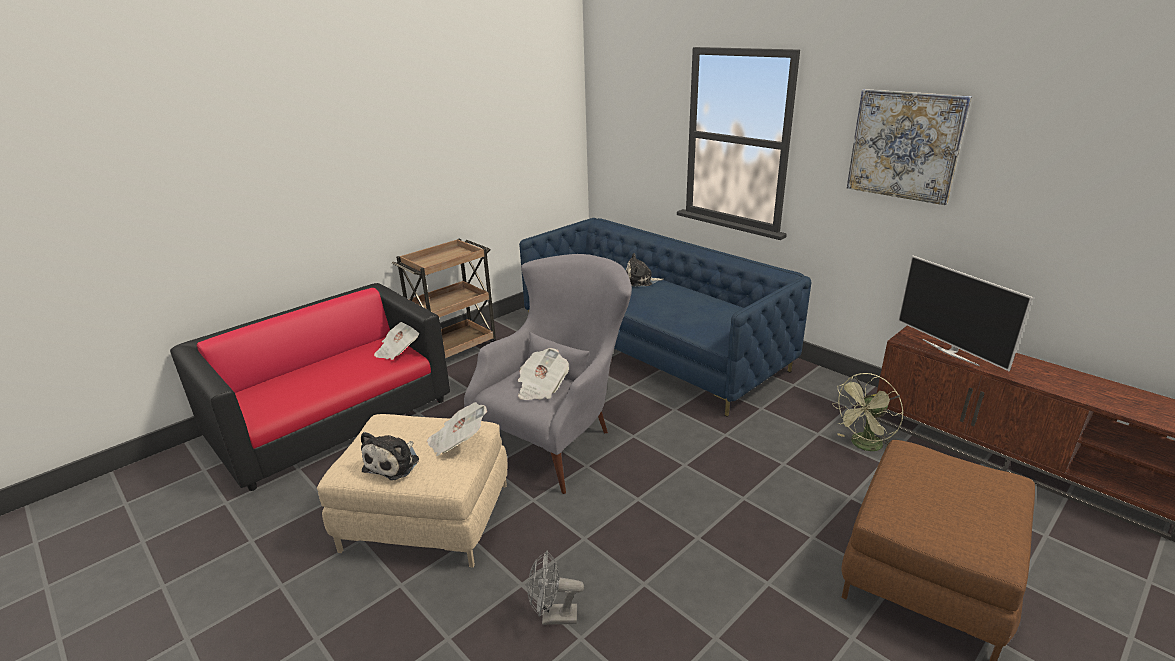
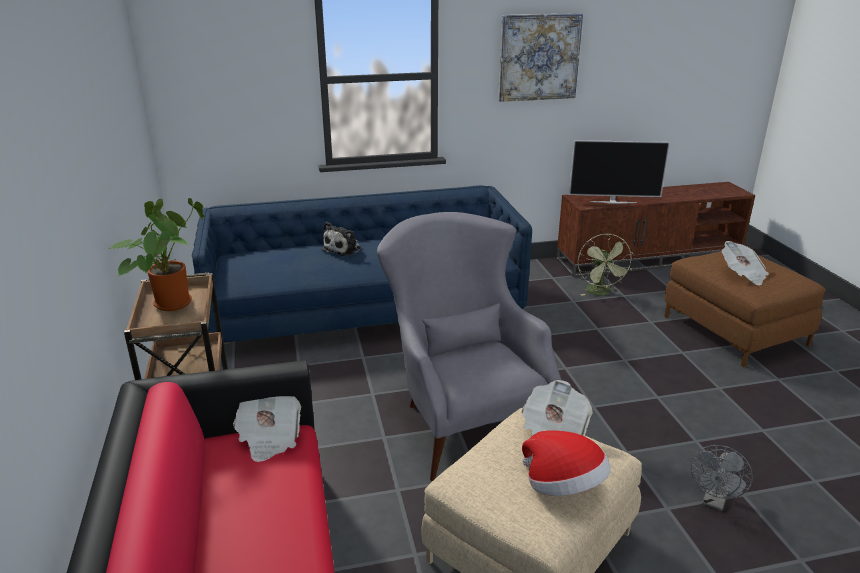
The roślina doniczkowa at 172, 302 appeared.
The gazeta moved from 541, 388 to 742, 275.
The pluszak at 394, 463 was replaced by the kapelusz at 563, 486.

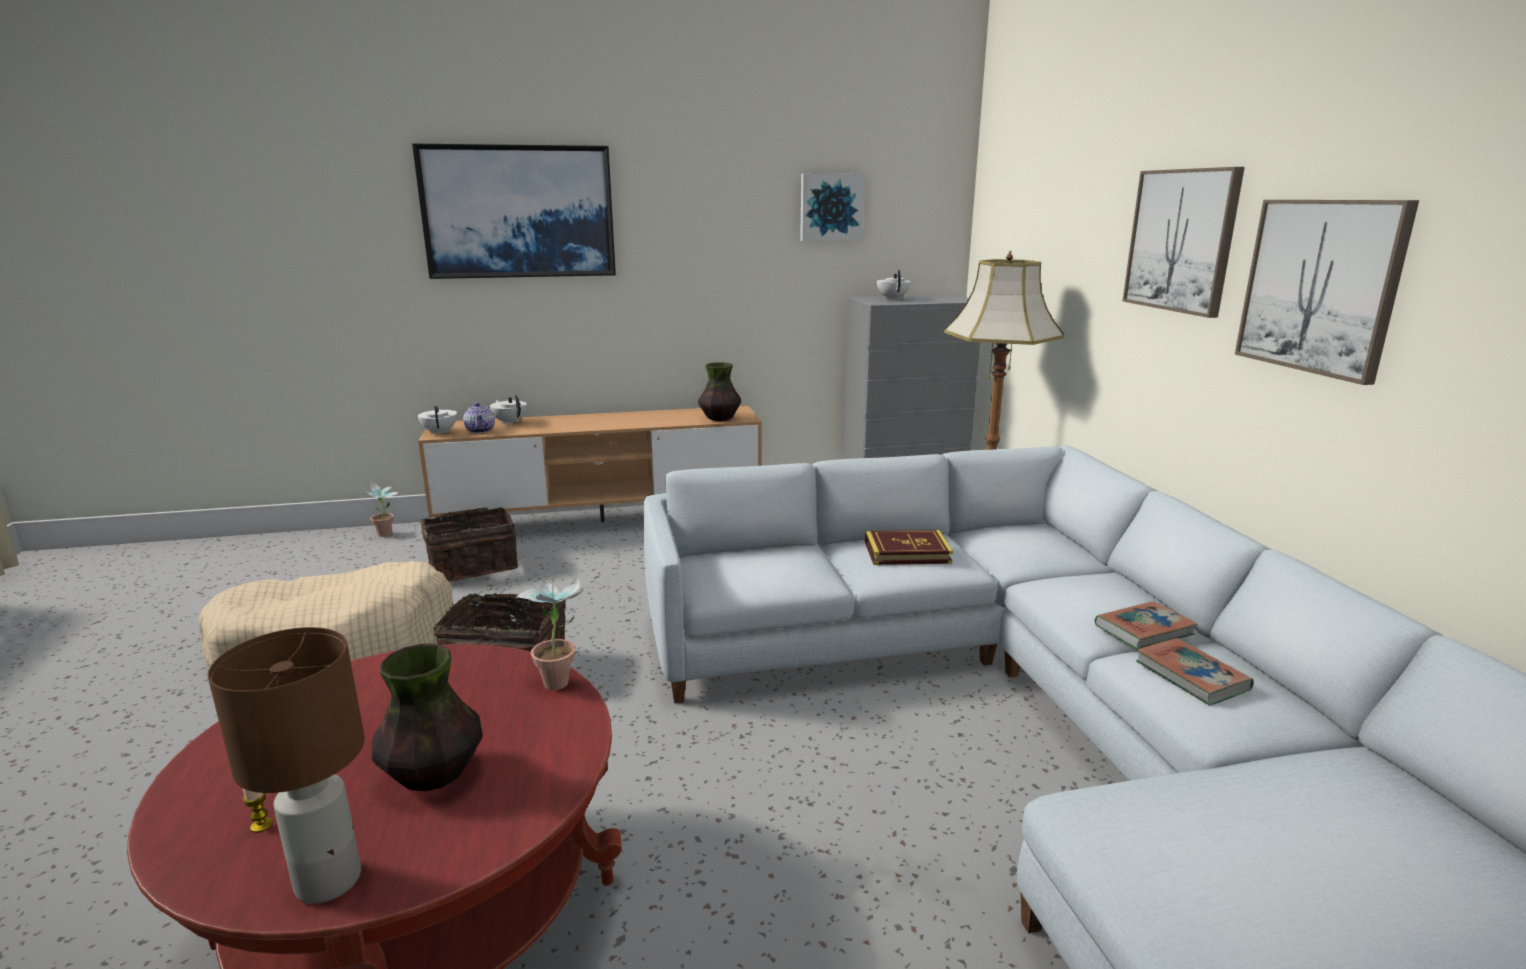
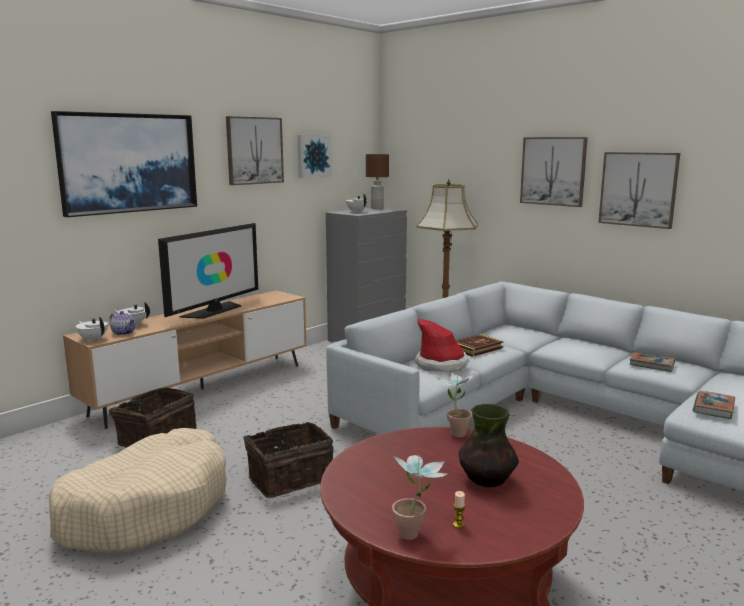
The wazon at 720, 419 disappeared.
The telewizor at 214, 310 appeared.
The obraz at 254, 150 appeared.
The kapelusz at 441, 364 appeared.
The lampa stołowa [brązowy] moved from 327, 880 to 376, 208.
The roślina doniczkowa moved from 386, 535 to 416, 534.
The książka moved from 1144, 630 to 713, 408.

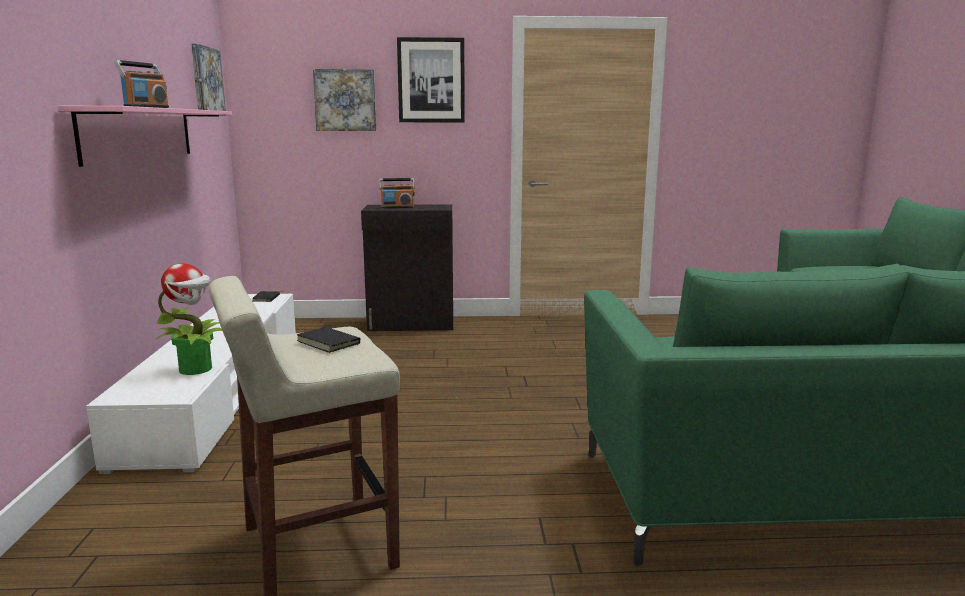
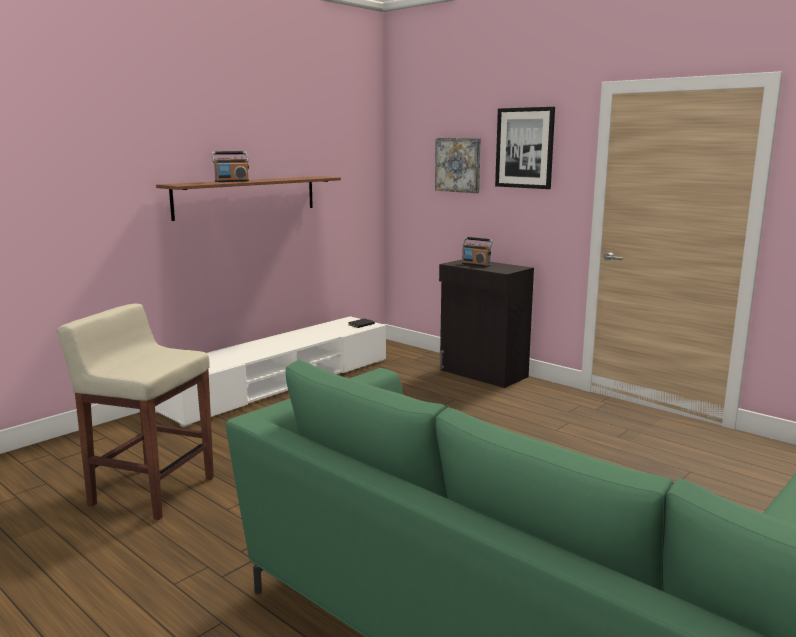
The roślina doniczkowa at 197, 369 disappeared.
The obraz at 206, 81 disappeared.
The książka [czarny] at 330, 342 disappeared.
The półka [różowy] at 140, 134 became the półka [brązowy] at 246, 197.

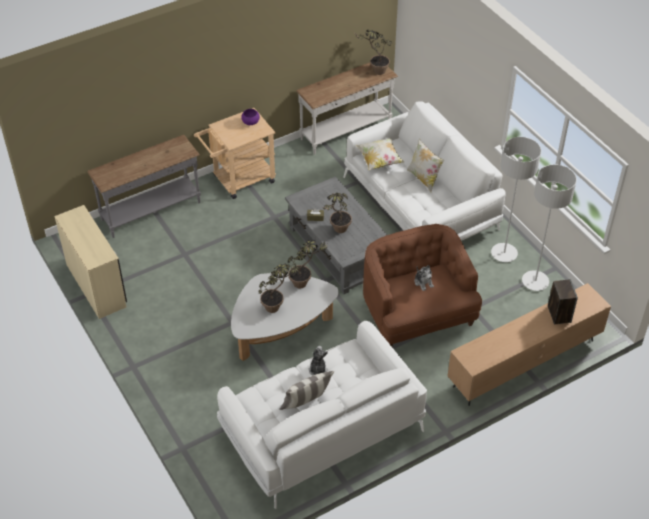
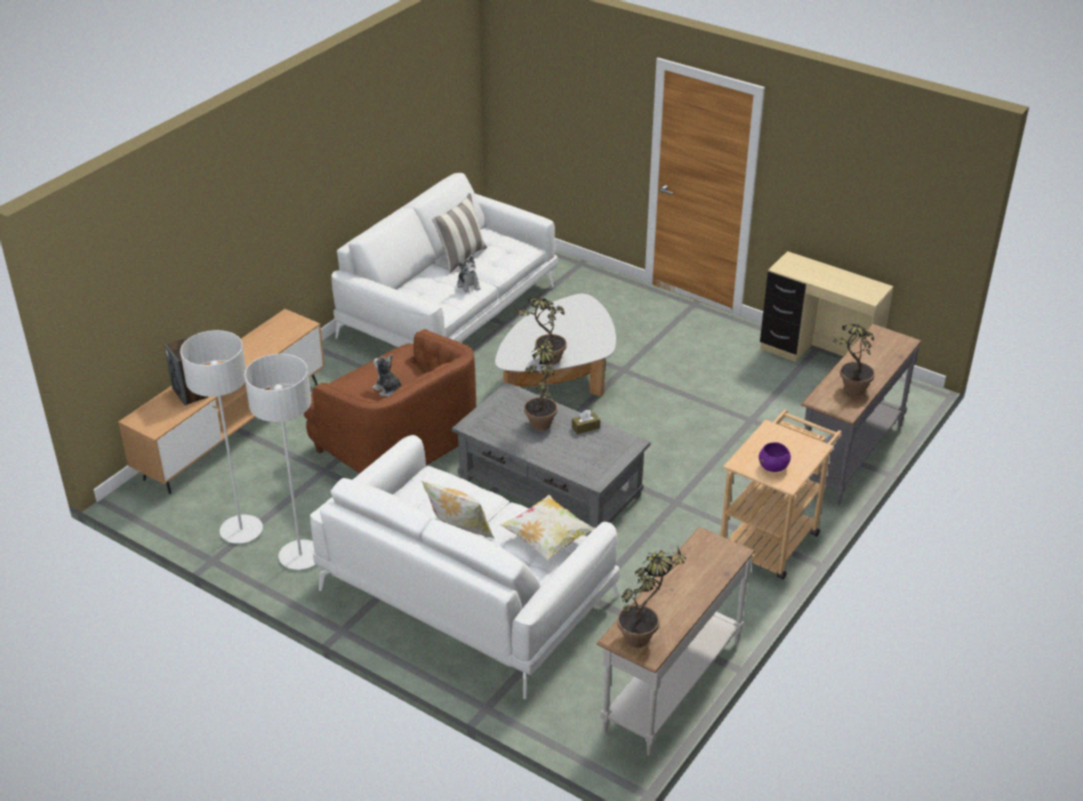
The roślina doniczkowa moved from 277, 306 to 849, 392.

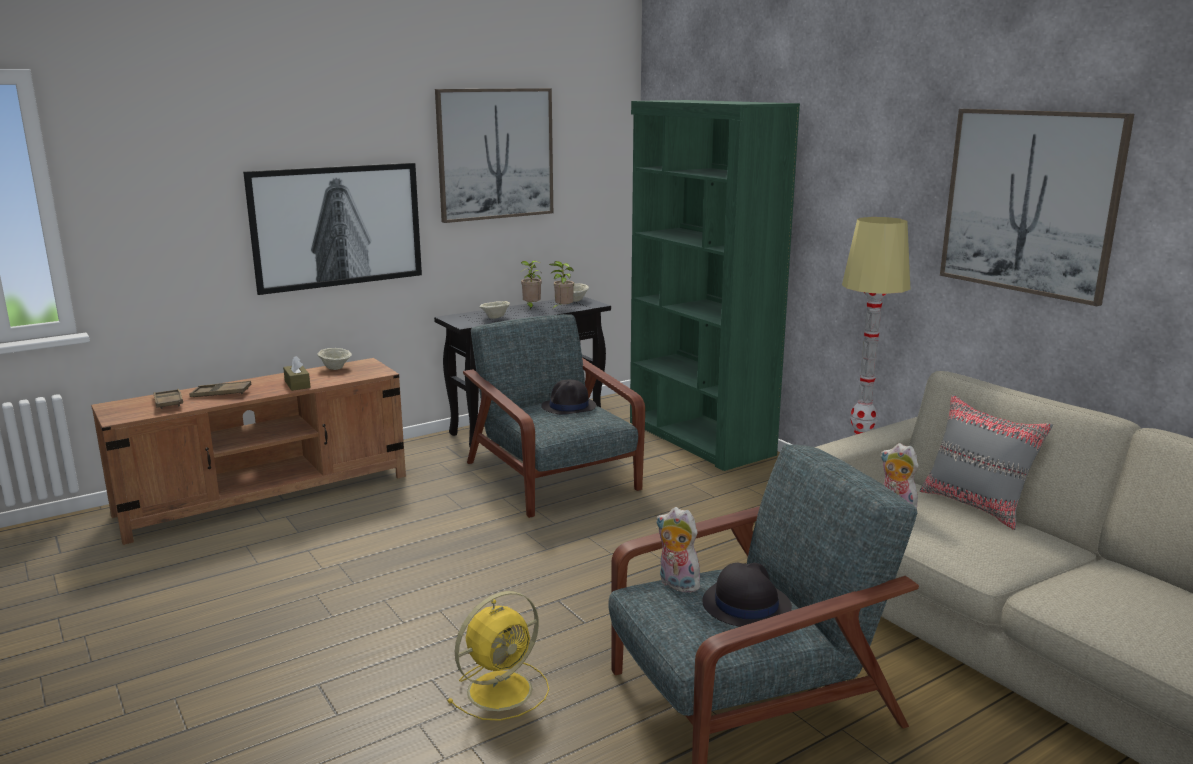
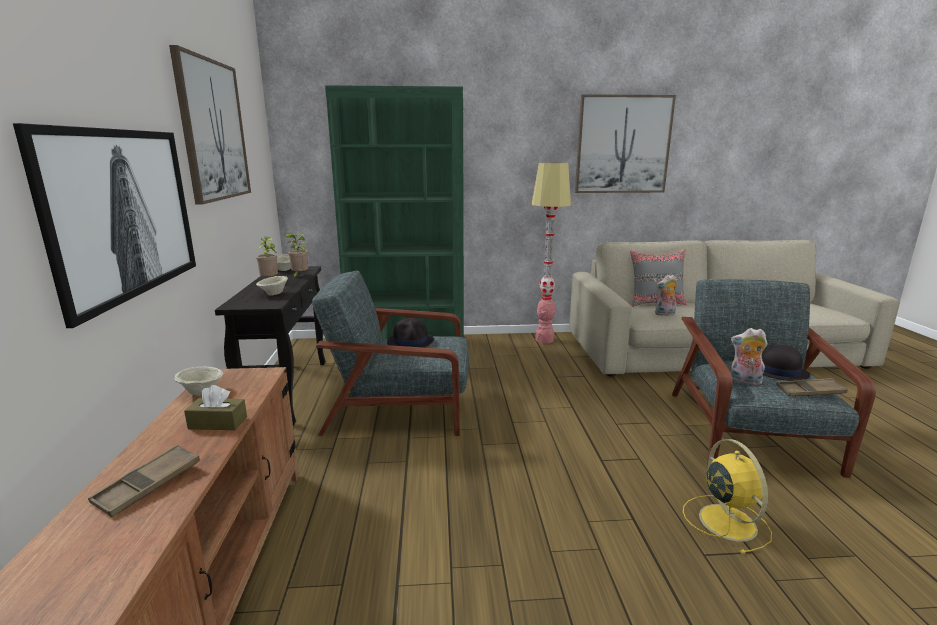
The taca [brązowy] moved from 168, 402 to 810, 392.
The pluszak at 676, 584 turned 45 degrees clockwise.

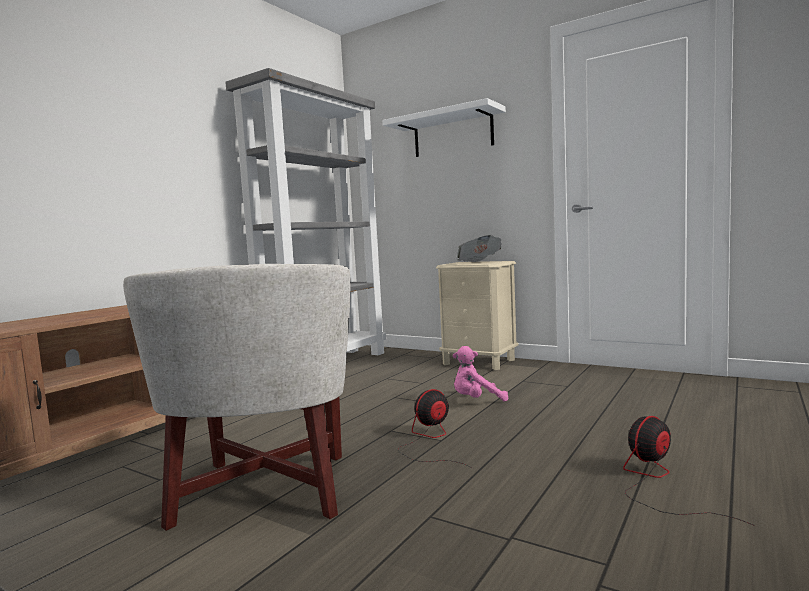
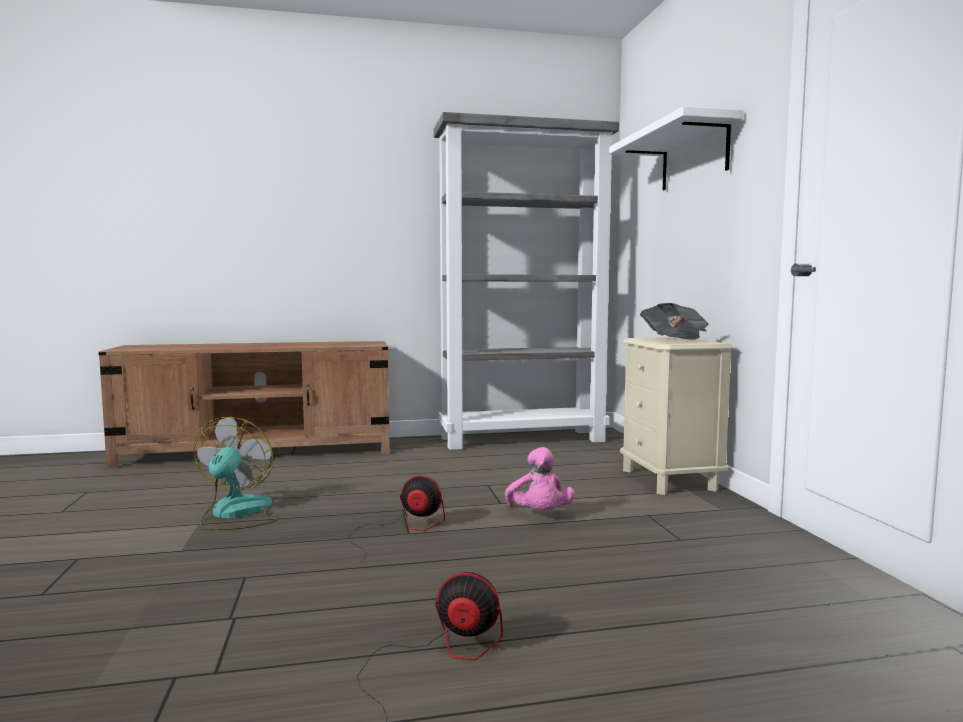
The fotel [biały] at 264, 490 was replaced by the wentylator at 236, 514.
The pluszak [różowy] at 476, 400 turned 135 degrees counterclockwise.

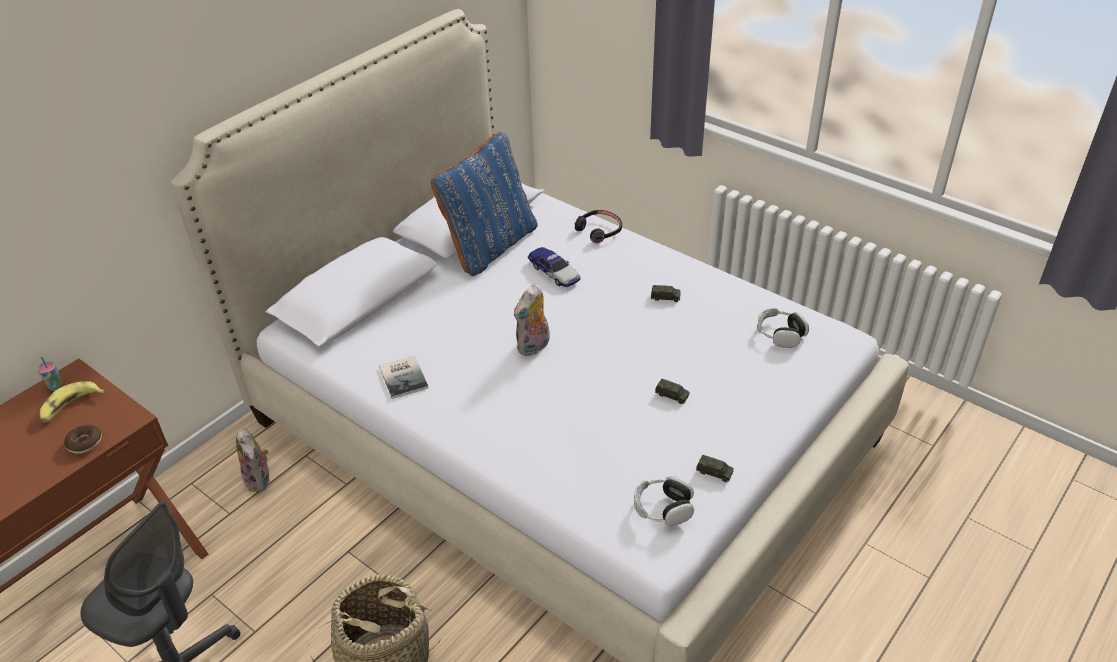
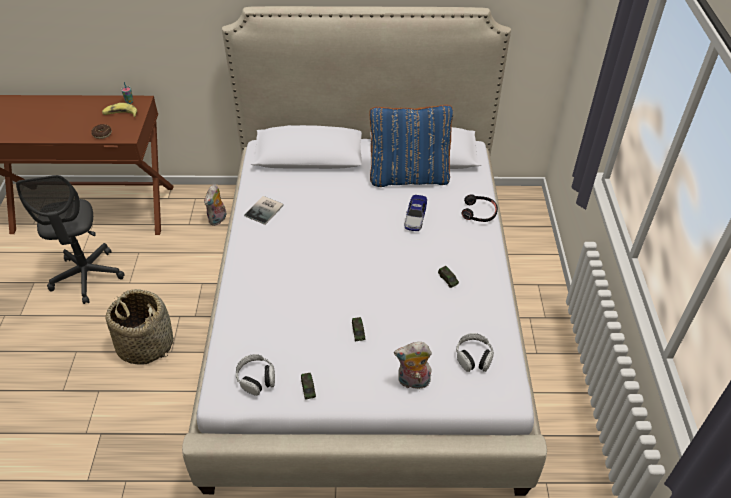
The pluszak moved from 534, 347 to 413, 382.

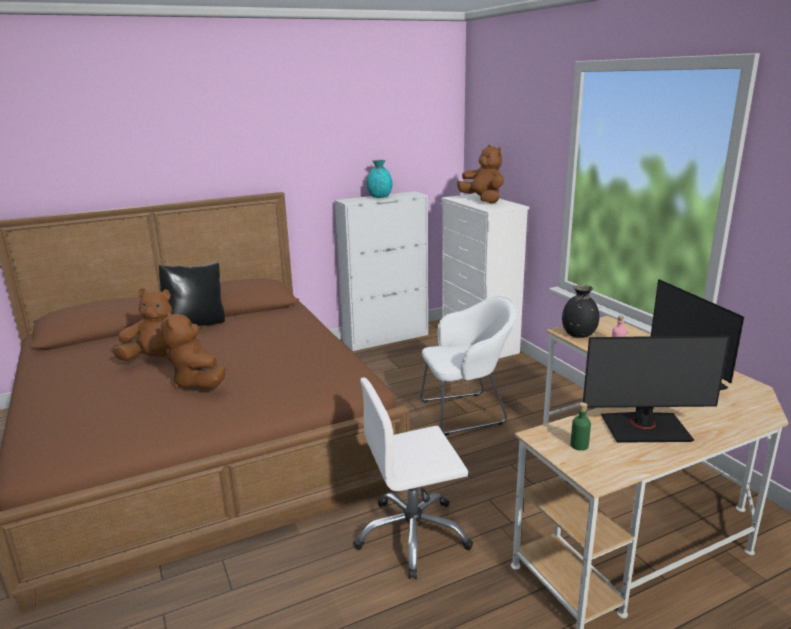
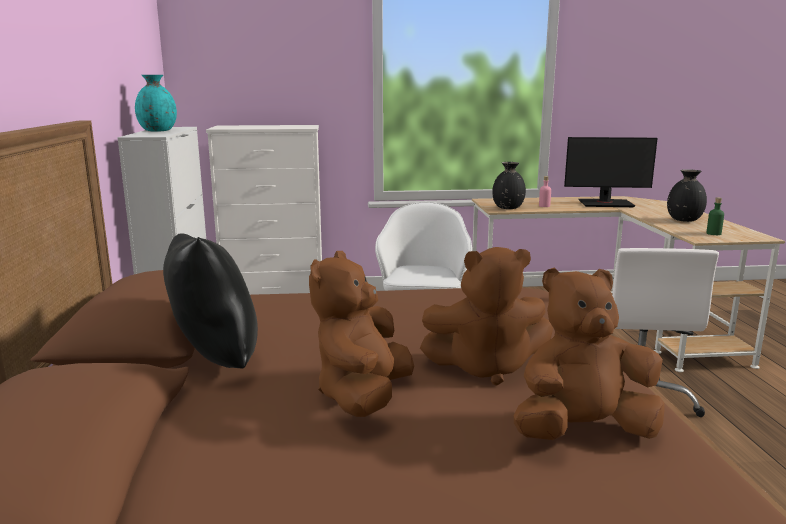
The pluszak [brązowy] moved from 483, 200 to 583, 431.
The monitor at 644, 428 was replaced by the wazon [czarny] at 684, 220.

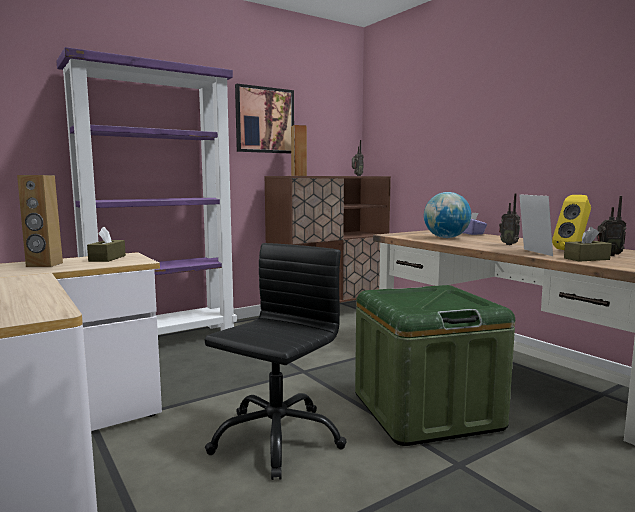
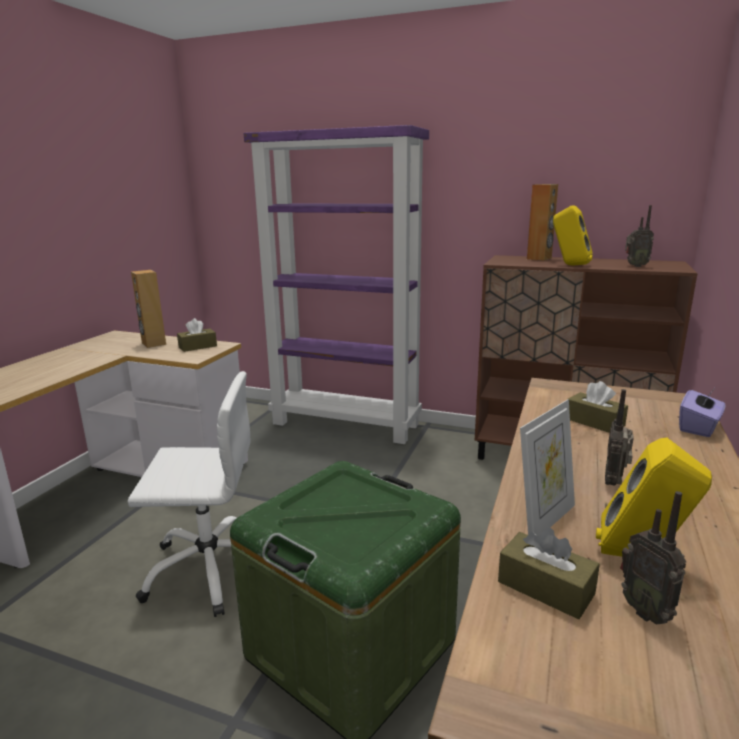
The obraz at 264, 120 disappeared.
The głośnik [żółty] at 569, 265 appeared.
The globus at 446, 237 was replaced by the pudełko chusteczek [brązowy] at 594, 422.
The krzesło biurowe [czarny] at 276, 438 became the krzesło biurowe [biały] at 210, 568.

